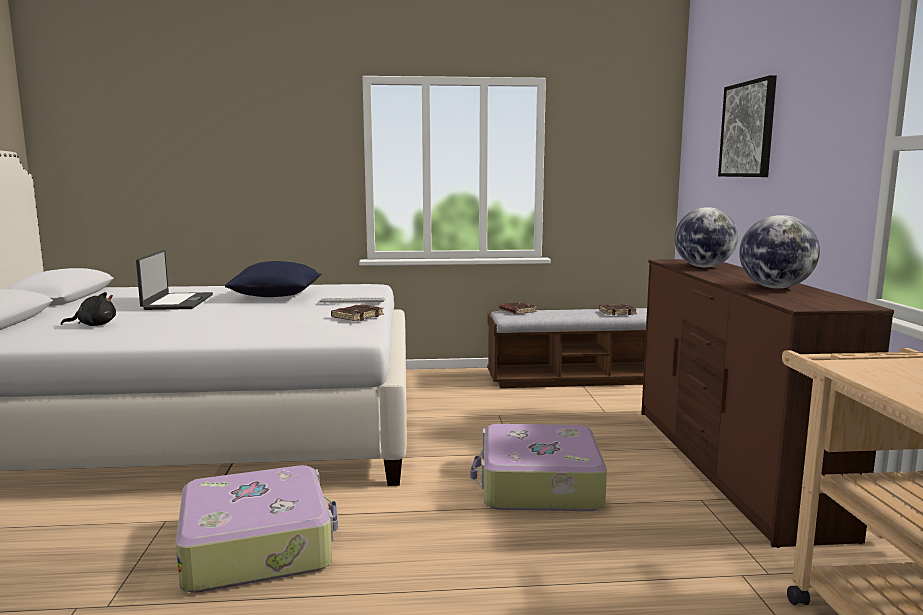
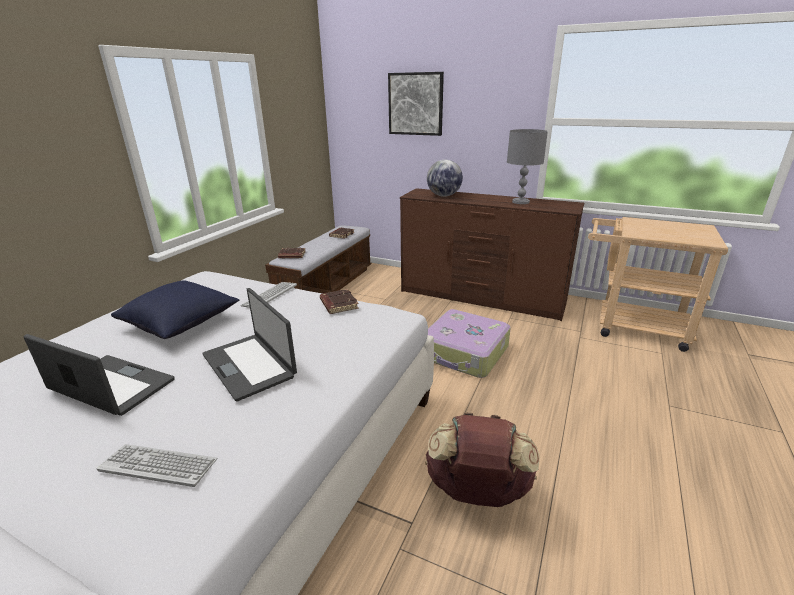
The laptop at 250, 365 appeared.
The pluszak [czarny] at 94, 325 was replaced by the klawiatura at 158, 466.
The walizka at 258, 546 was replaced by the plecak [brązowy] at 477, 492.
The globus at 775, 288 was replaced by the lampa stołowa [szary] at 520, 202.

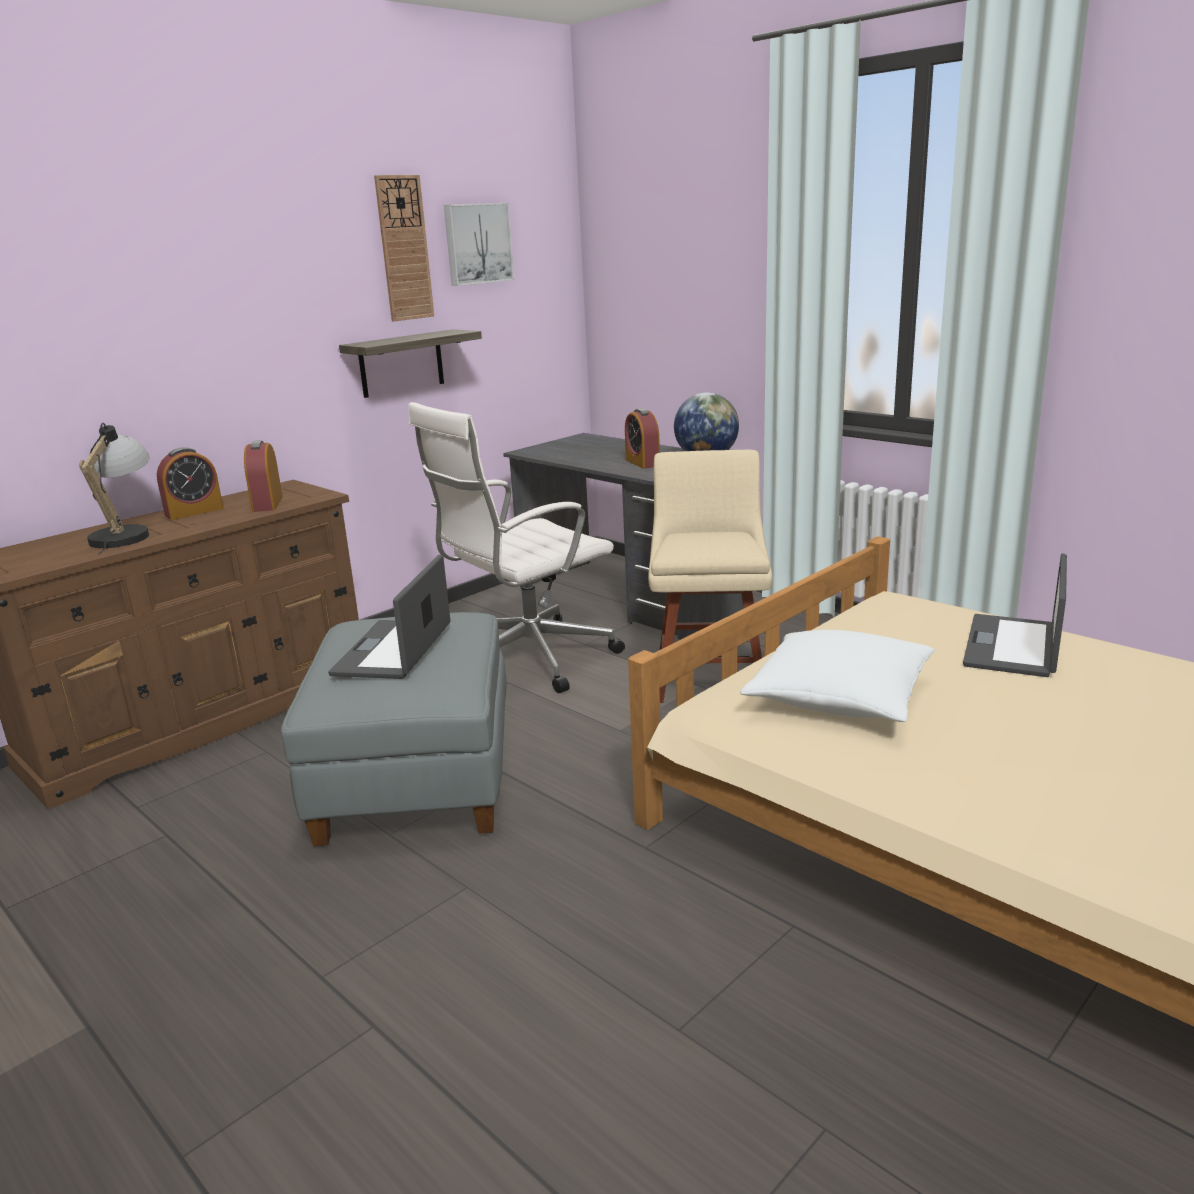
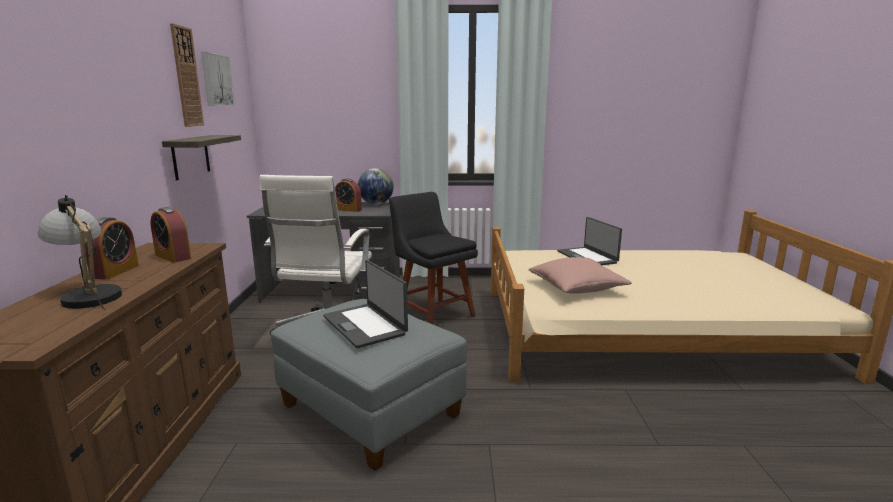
The krzesło [beżowy] at 710, 675 became the krzesło [czarny] at 433, 313.
The poduszka [biały] at 839, 698 became the poduszka [różowy] at 577, 288.

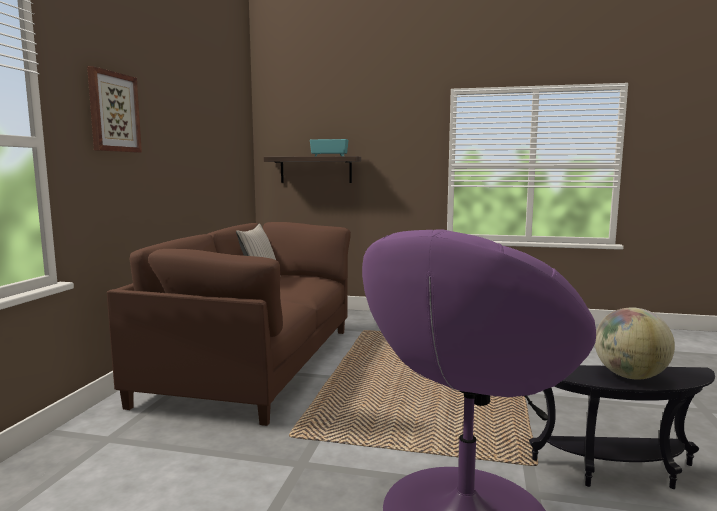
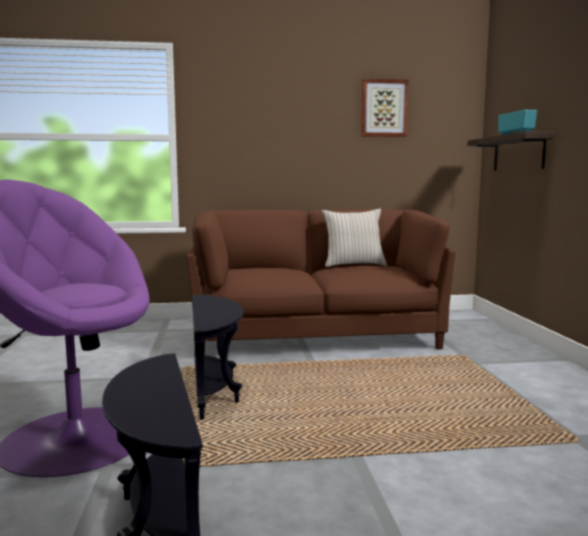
The globus at 630, 376 disappeared.
The stolik [czarny] at 215, 391 appeared.
The obraz moved from 113, 112 to 384, 108.

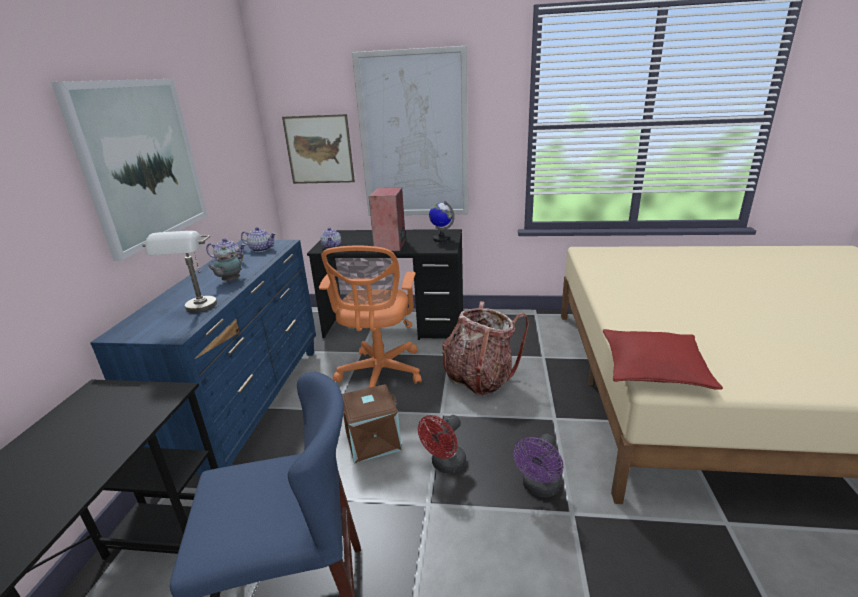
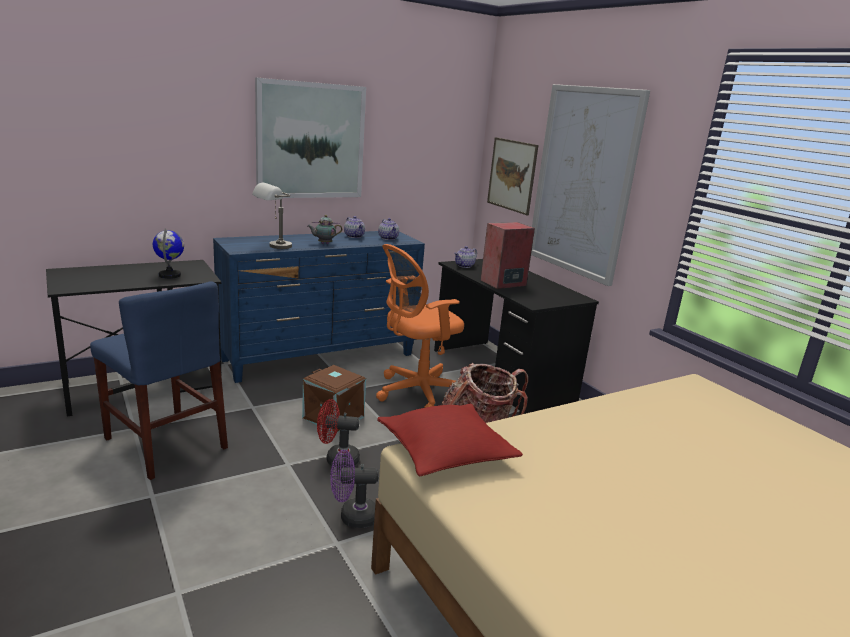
The globus moved from 441, 239 to 170, 275.

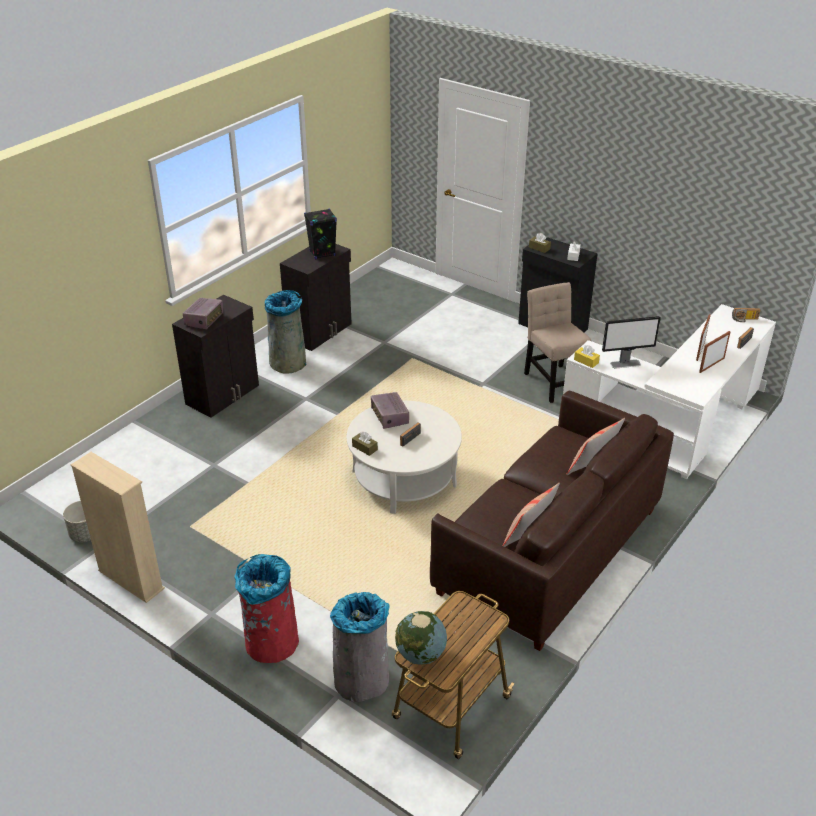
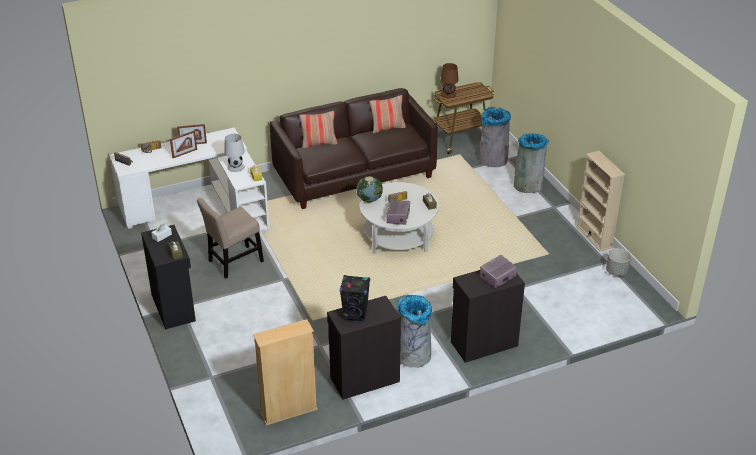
The regał [beżowy] at 289, 411 appeared.
The lampa stołowa [brązowy] at 448, 94 appeared.
The globus moved from 421, 654 to 369, 199.
The monitor at 625, 364 was replaced by the lampa stołowa [biały] at 235, 167.
The kosz na śmieci [czerwony] at 271, 643 became the kosz na śmieci [szary] at 528, 185.
The krzesło [beżowy] at 553, 381 turned 45 degrees clockwise.

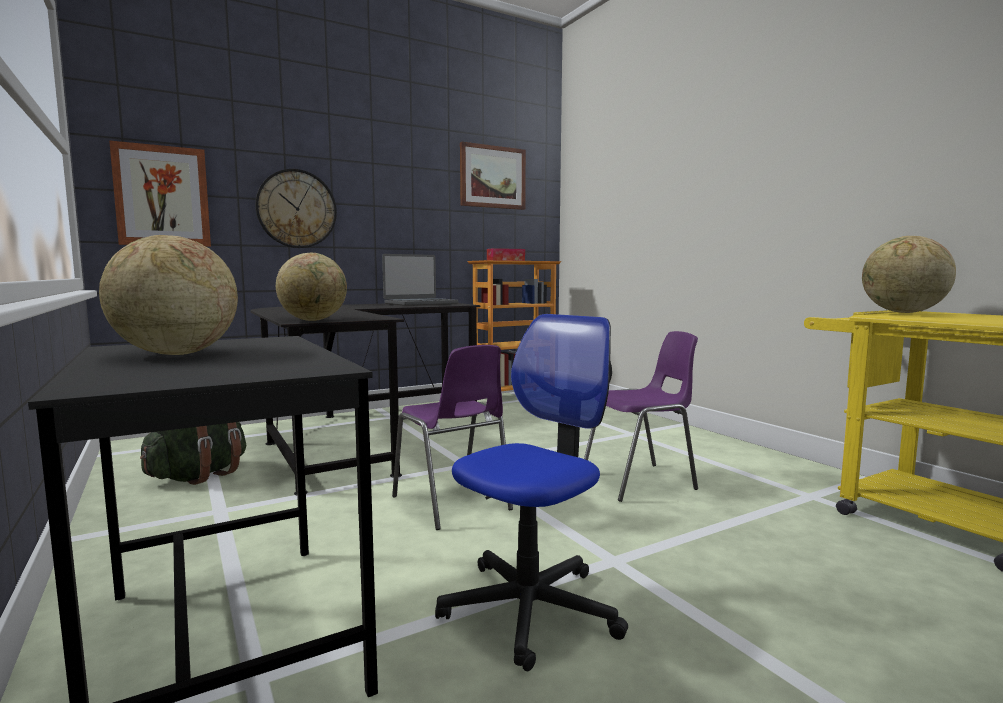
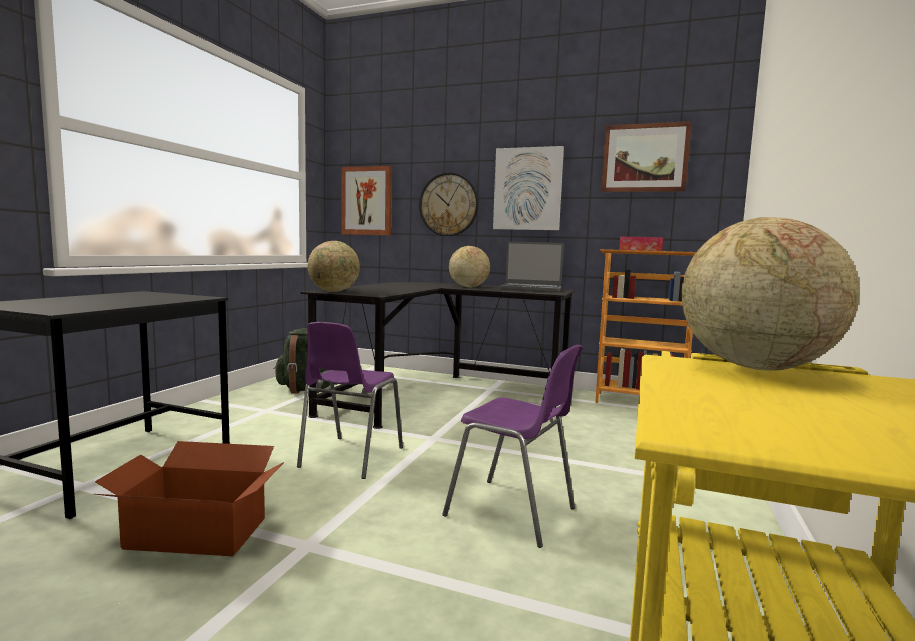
The obraz at 527, 189 appeared.
The globus moved from 175, 354 to 468, 287.
The krzesło biurowe at 530, 609 was replaced by the karton at 197, 534.

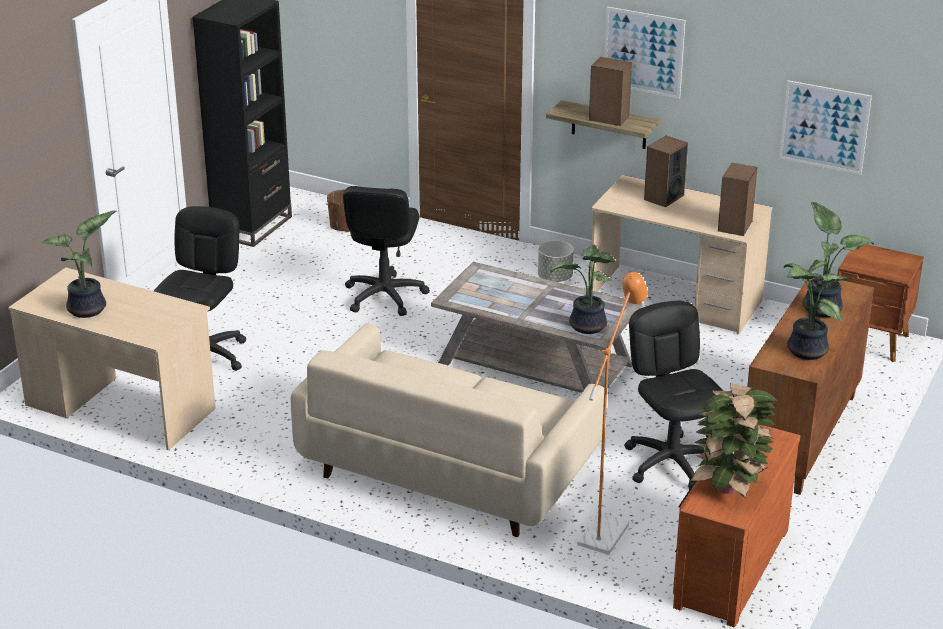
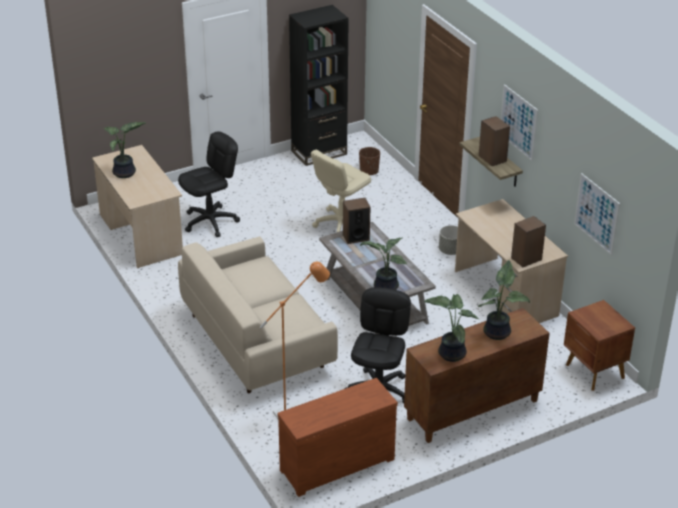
The roślina doniczkowa at 728, 488 disappeared.
The głośnik moved from 663, 197 to 356, 237.
The krzesło biurowe [czarny] at 384, 296 became the krzesło biurowe [beżowy] at 341, 224.

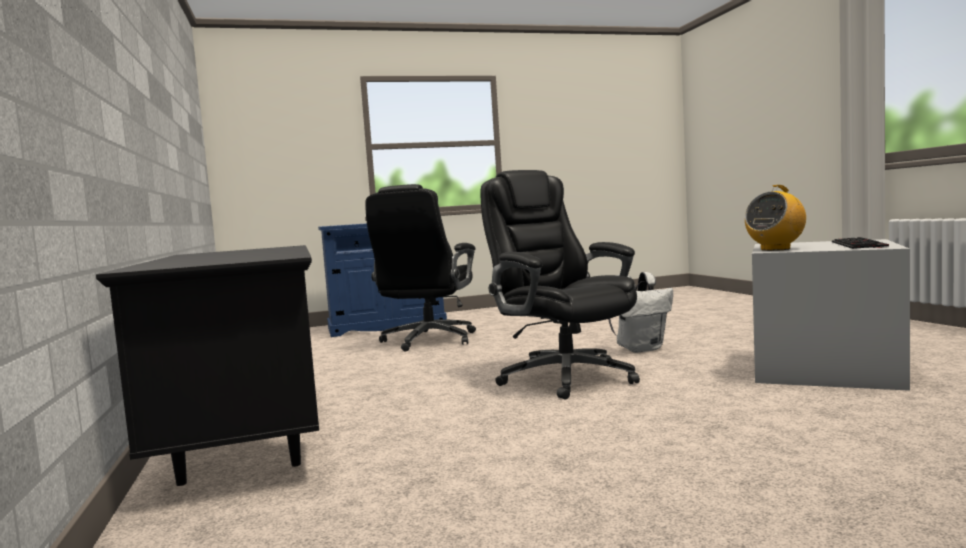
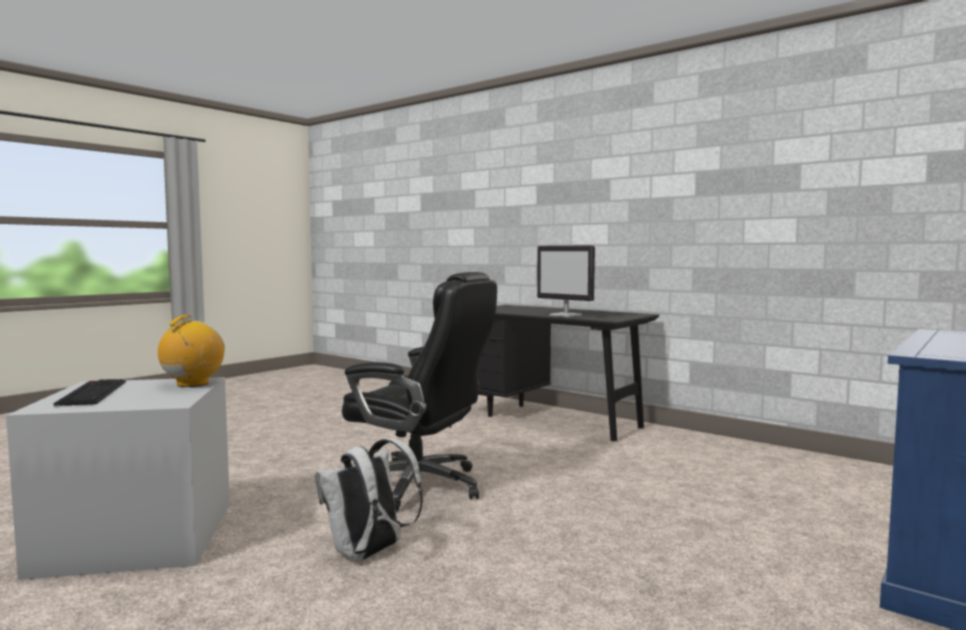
The krzesło biurowe [czarny] at 428, 340 disappeared.
The monitor at 566, 315 appeared.

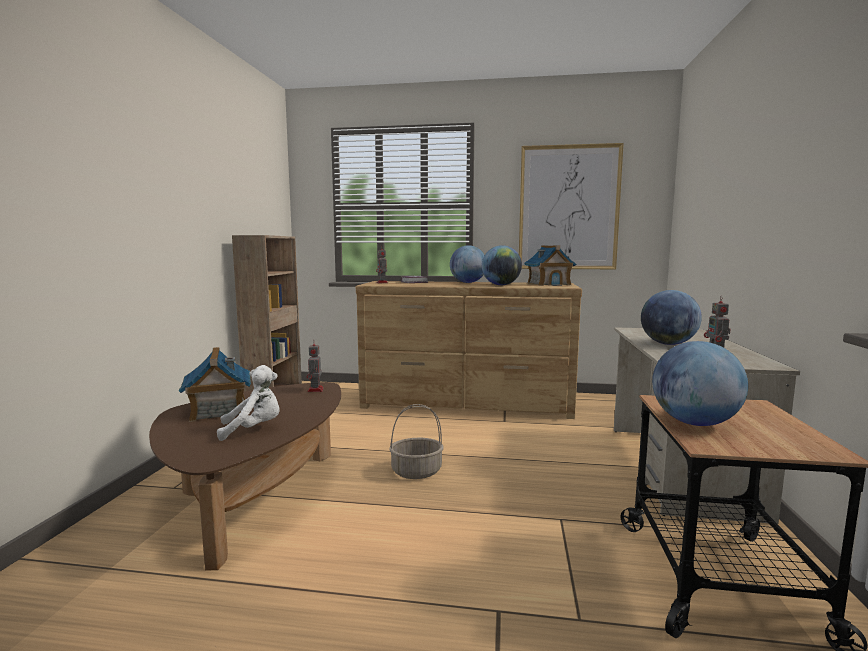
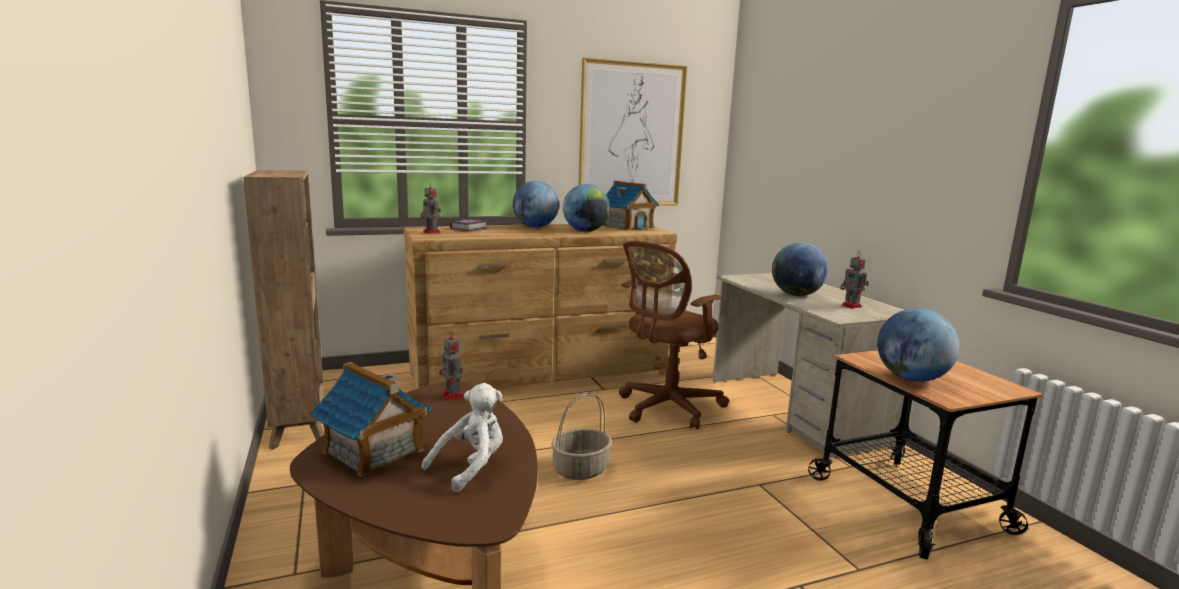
The krzesło biurowe [brązowy] at 666, 408 appeared.

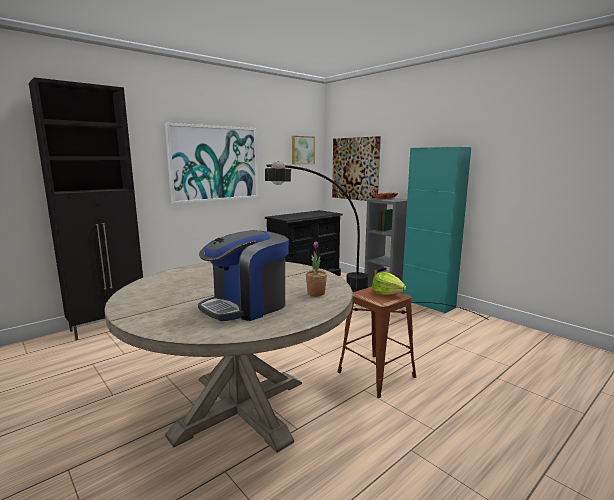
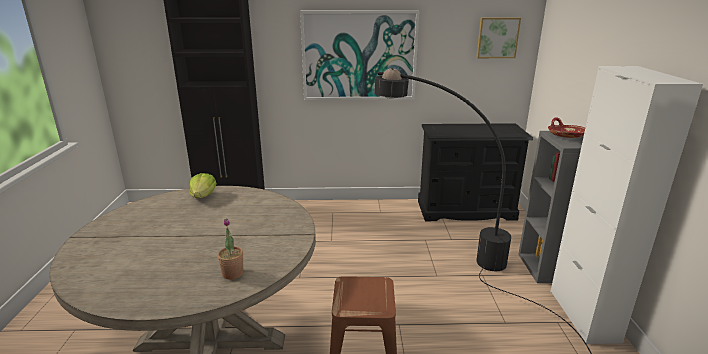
The ekspres do kawy at 246, 306 disappeared.
The obraz at 355, 169 disappeared.
The sałata moved from 387, 293 to 203, 196.
The szafka [turkusowy] at 427, 303 became the szafka [biały] at 583, 315.

